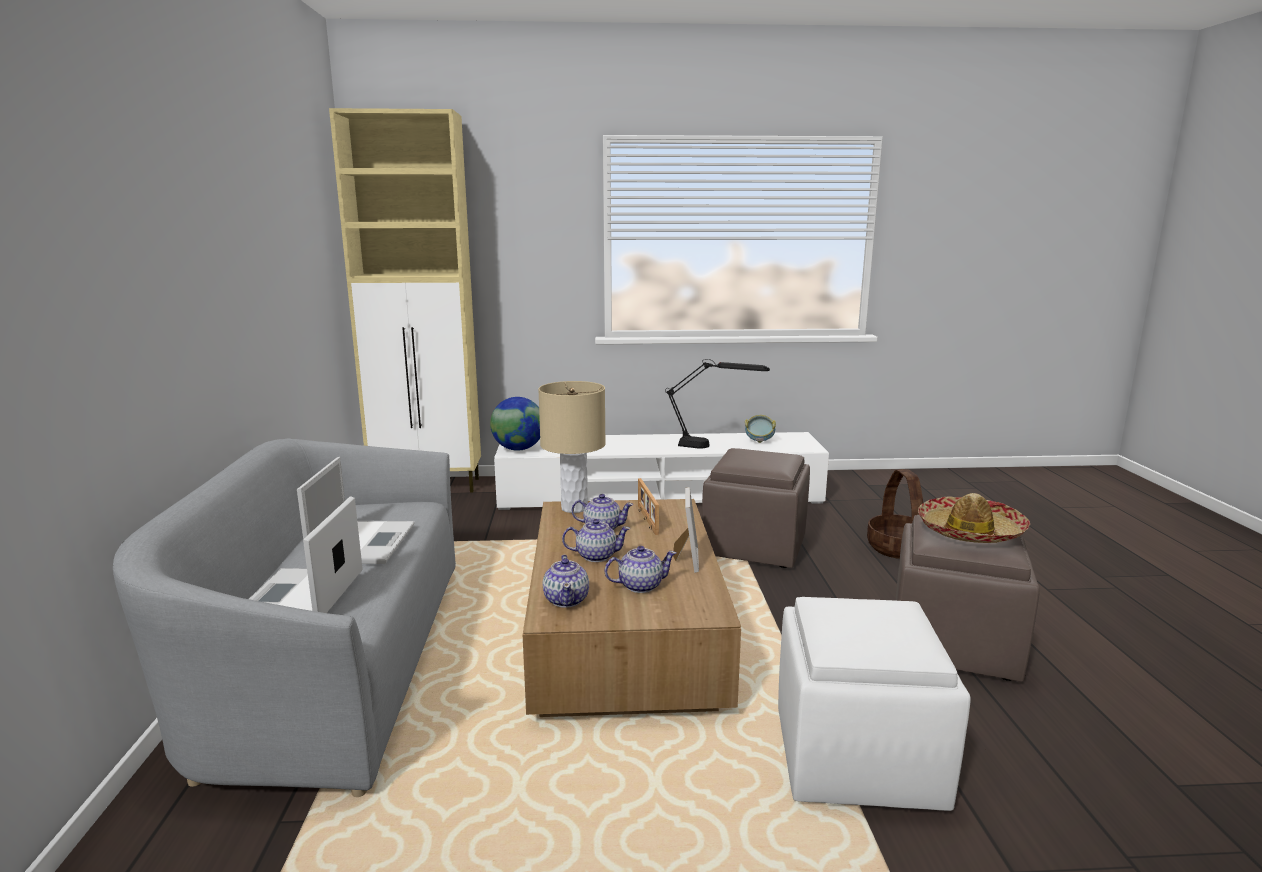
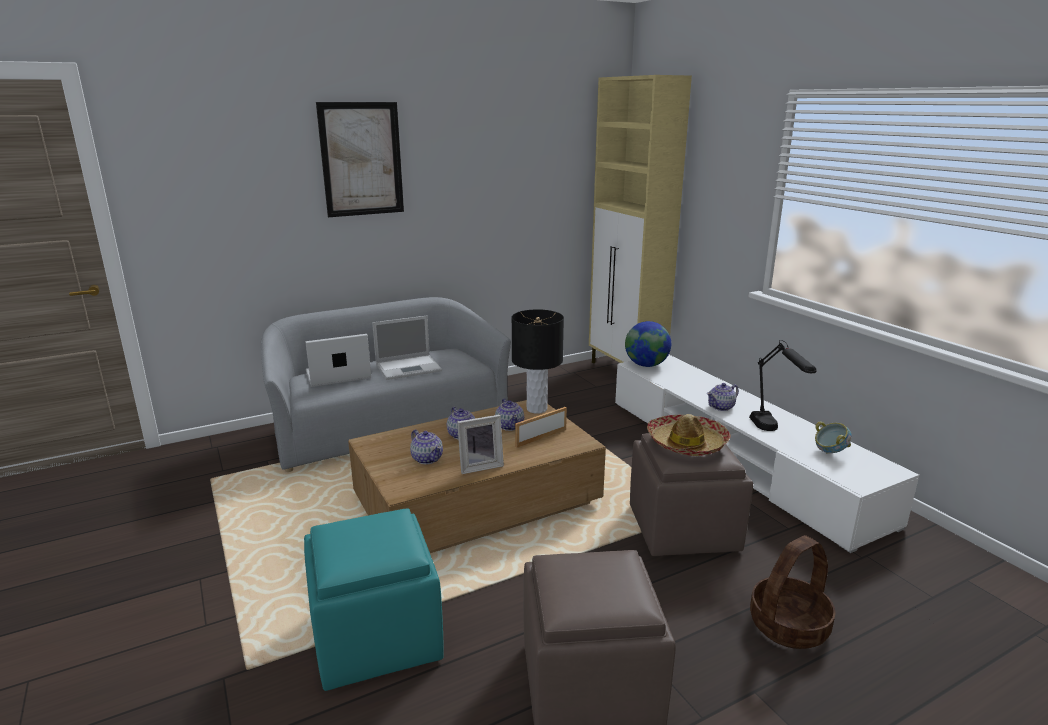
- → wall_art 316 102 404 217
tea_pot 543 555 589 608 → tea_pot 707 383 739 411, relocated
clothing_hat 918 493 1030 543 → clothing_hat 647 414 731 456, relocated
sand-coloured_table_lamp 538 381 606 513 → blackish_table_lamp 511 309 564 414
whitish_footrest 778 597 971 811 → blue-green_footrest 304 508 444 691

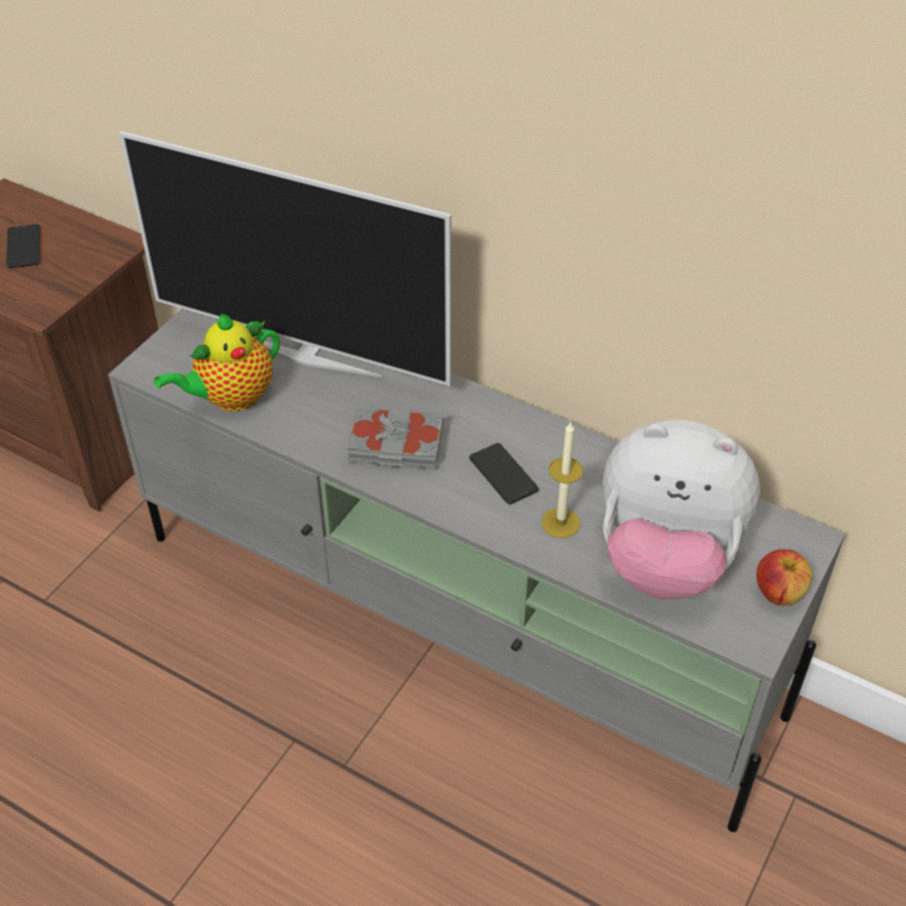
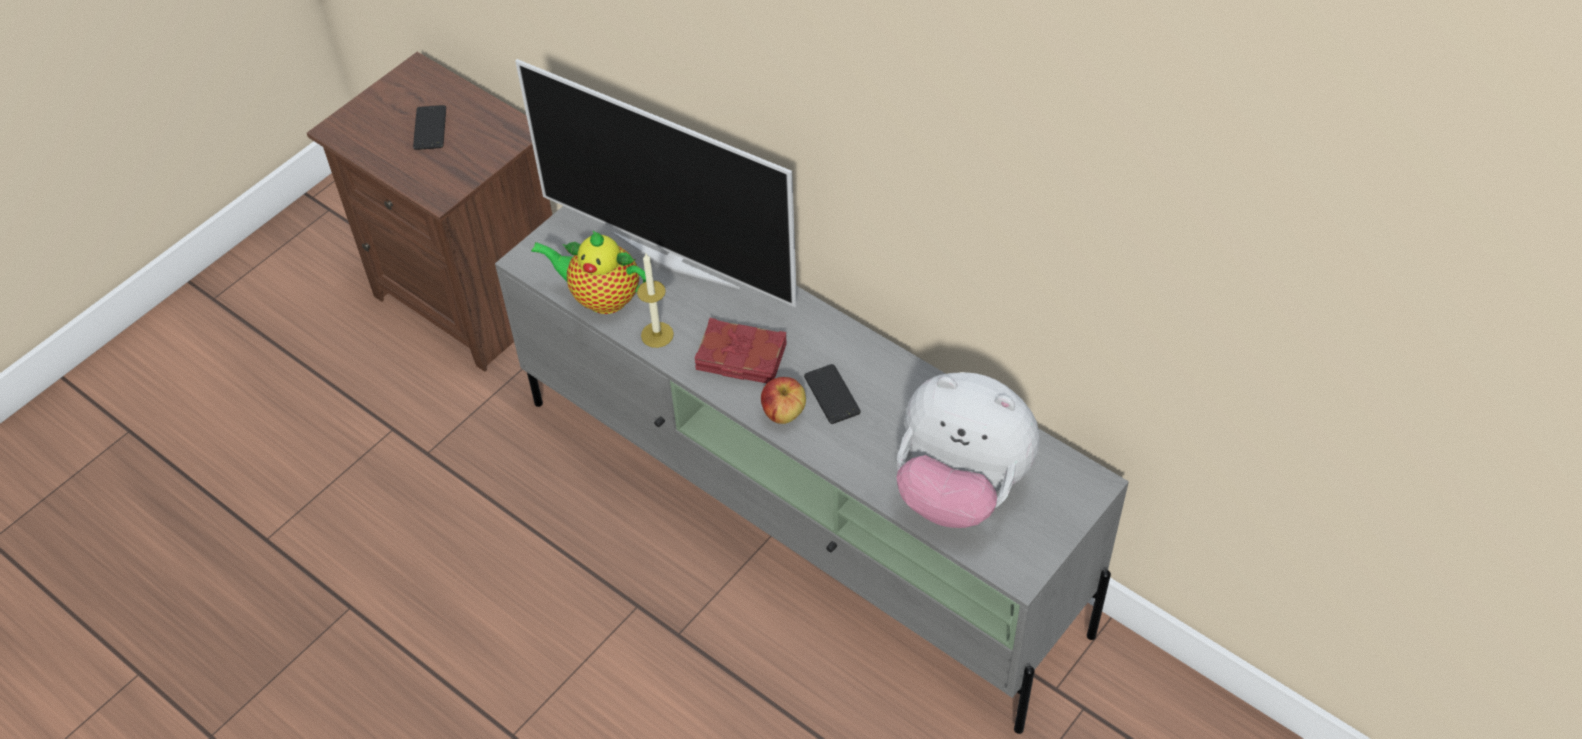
wax_light 542 421 583 538 → wax_light 637 253 674 348, relocated
apple_fruit 756 549 813 606 → apple_fruit 761 377 806 424, relocated
greyish_volume 347 406 444 470 → red-coloured_volume 694 318 787 383
tea_pot 154 314 280 412 → tea_pot 531 231 646 314, 45 degrees clockwise

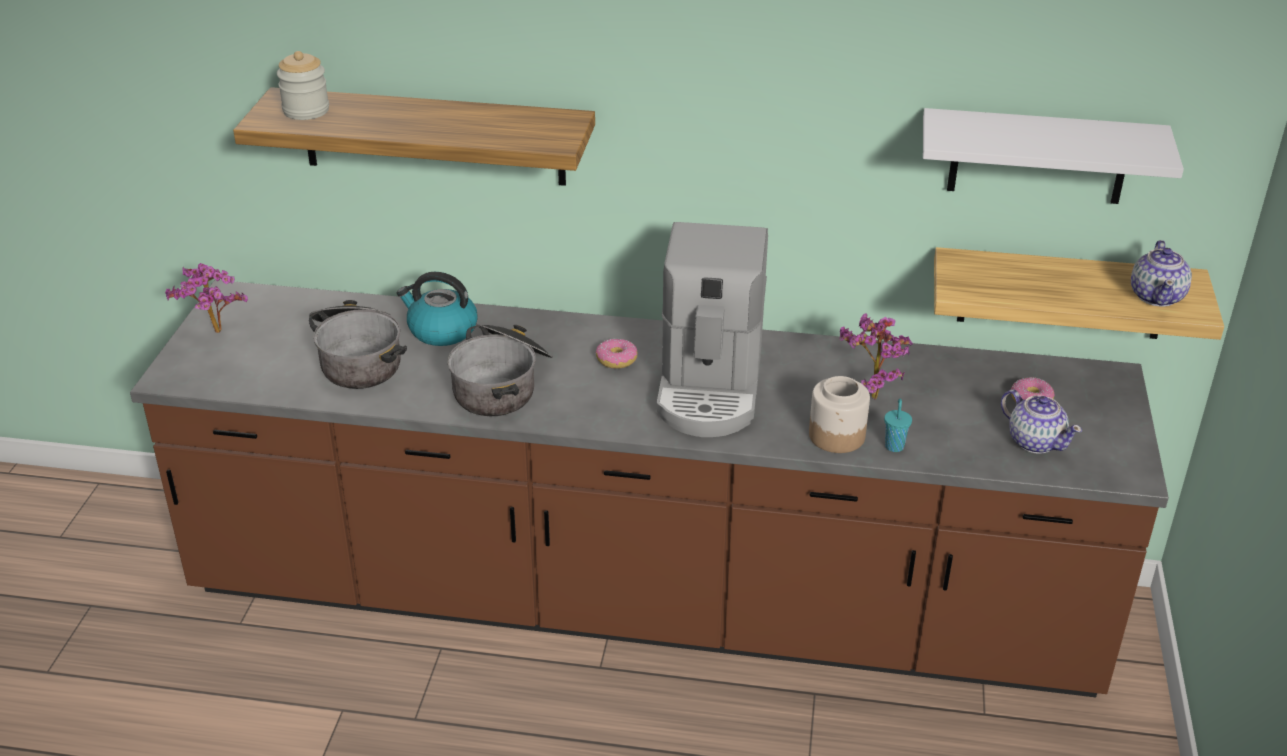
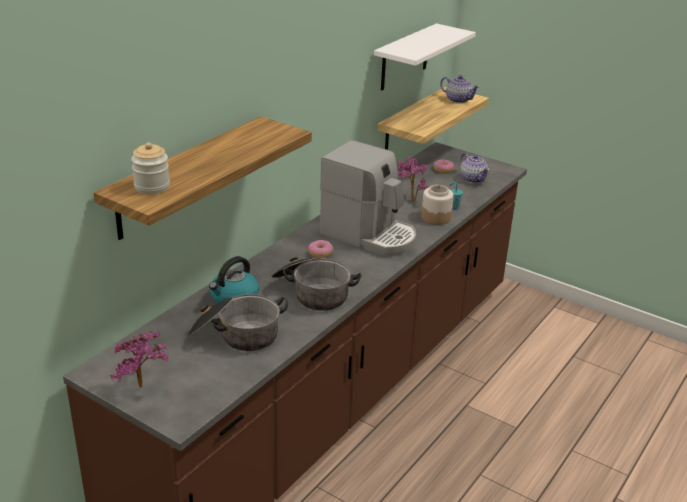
tea_pot 1001 389 1082 454 → tea_pot 460 153 490 183, 75 degrees clockwise

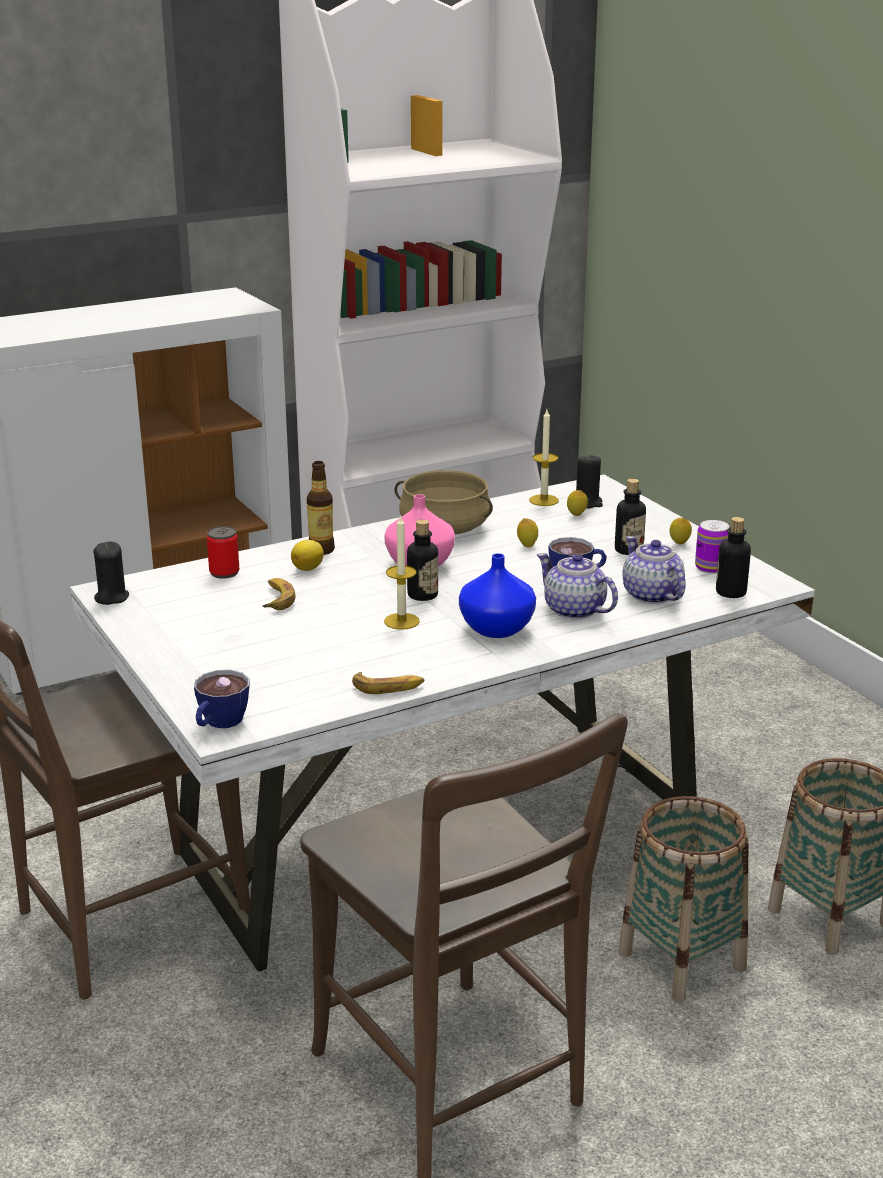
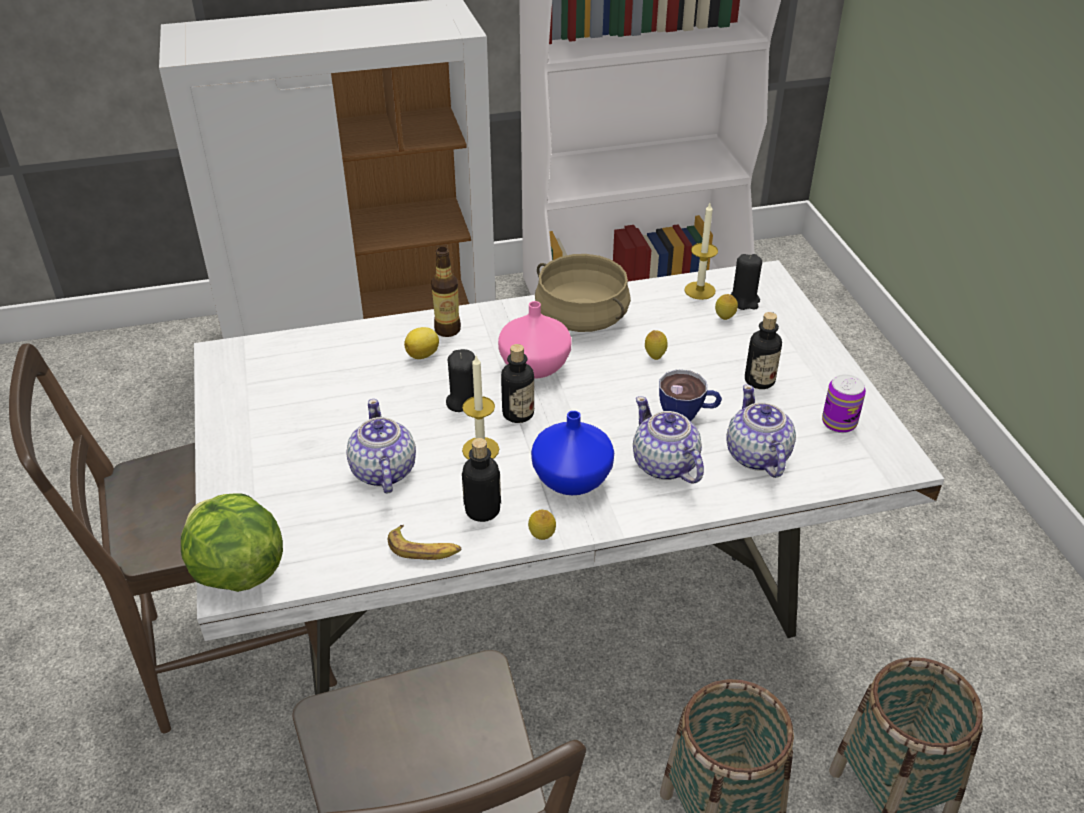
sealed_can 207 526 239 579 → -
banana 262 578 295 610 → -
- → tea_pot 346 399 416 494
blackish_wax_light 93 542 129 605 → blackish_wax_light 446 349 475 412, relocated
whole_lemon 670 518 692 544 → whole_lemon 528 510 556 540, relocated
drink_bottle 716 517 751 598 → drink_bottle 462 438 501 522, relocated
drinking_cup 194 670 250 728 → lettuce 181 493 283 592

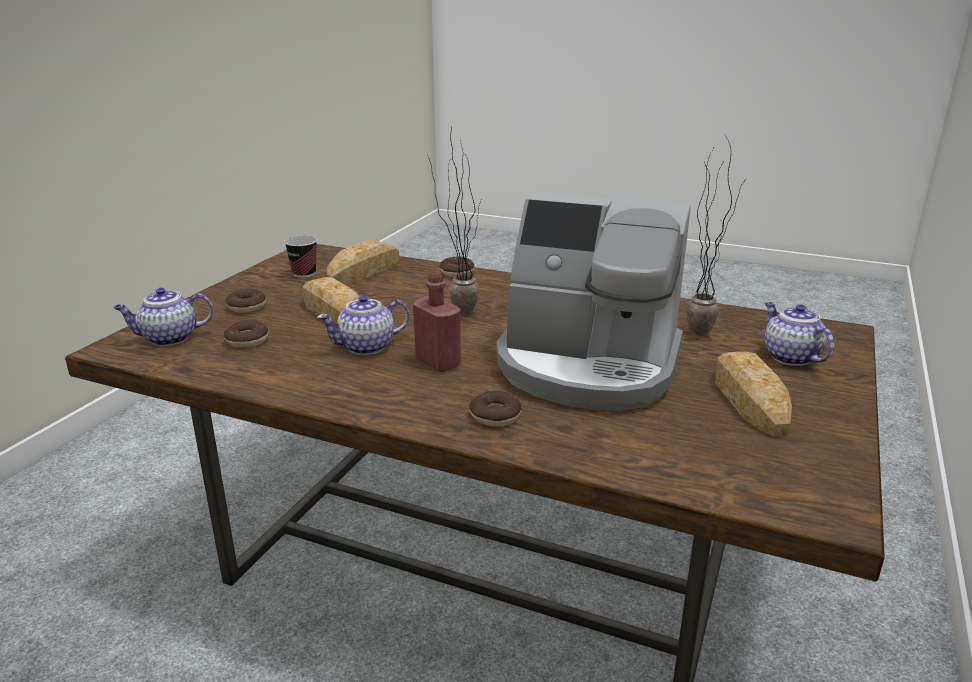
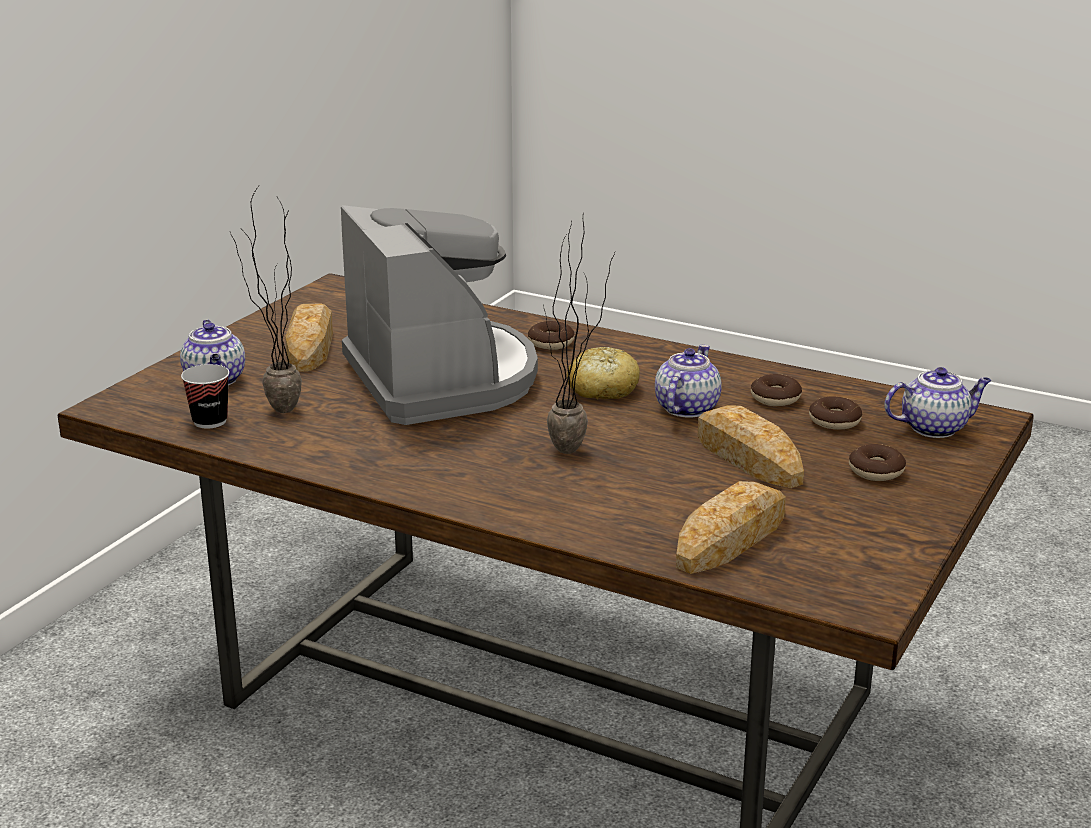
drinking_cup 284 236 317 278 → drinking_cup 181 364 230 429, relocated
donut 439 257 474 277 → donut 751 374 802 406, relocated
red-coloured_drink_bottle 413 271 461 372 → bakery_bread 567 347 640 400
tea_pot 317 295 409 355 → tea_pot 655 345 722 417, 45 degrees counterclockwise
coffee_brewer 496 193 691 411 → coffee_brewer 341 205 538 425, 45 degrees clockwise

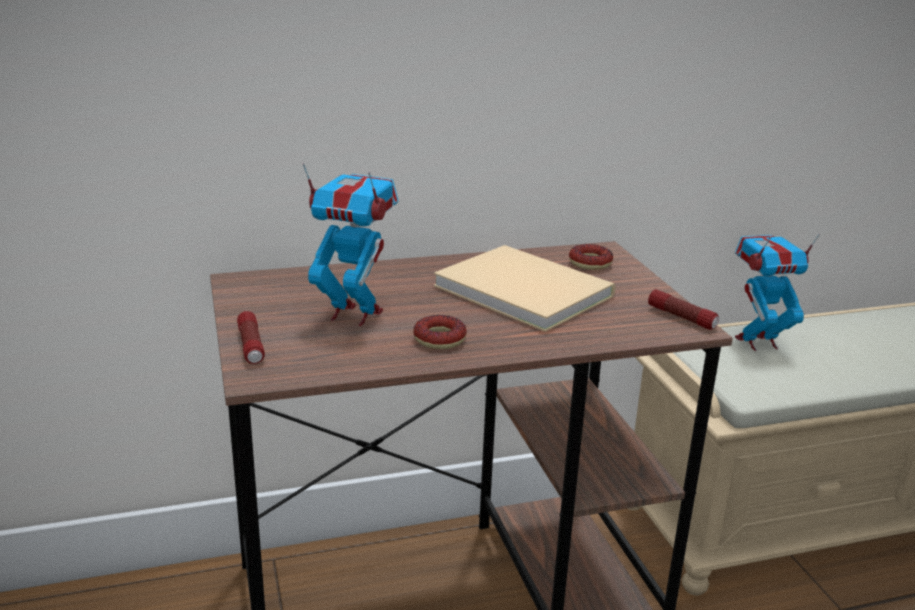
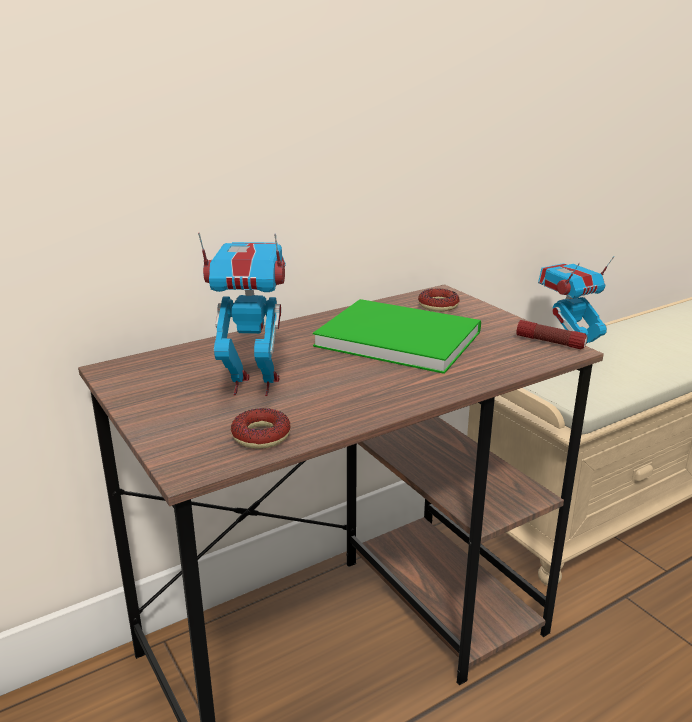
hand_torch 237 311 265 364 → -
donut 413 315 467 349 → donut 231 408 291 449, relocated
sand-coloured_volume 434 245 616 332 → green-coloured_volume 313 299 481 374

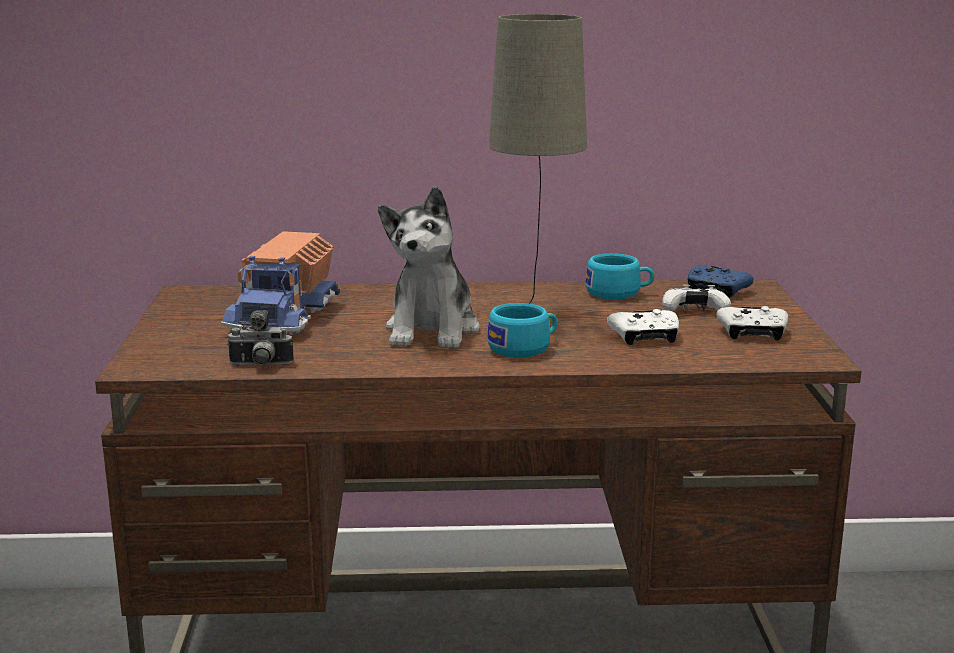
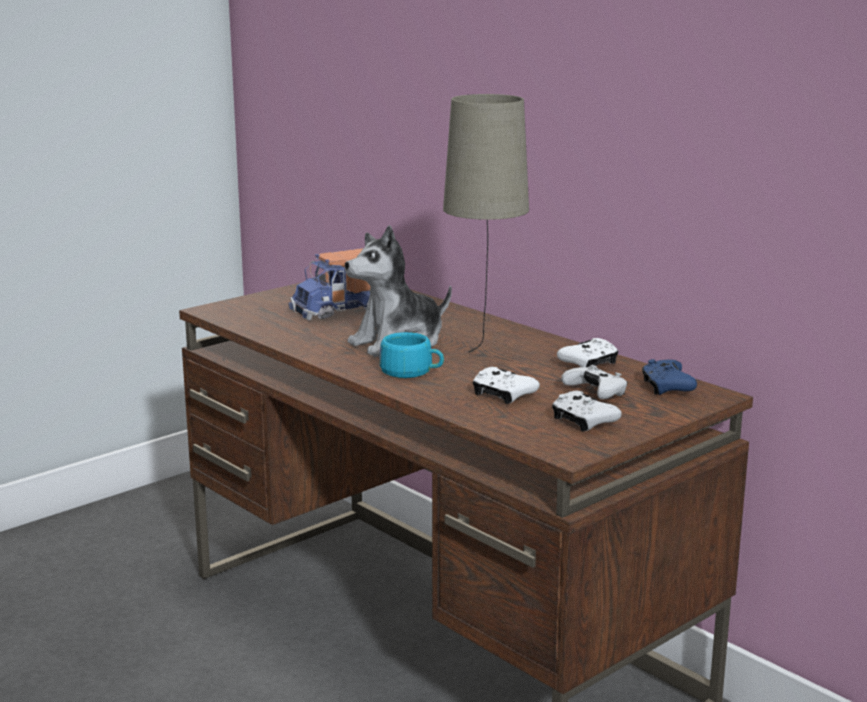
photo_camera 227 310 294 366 → -
blue-green_drinking_cup 586 253 655 300 → whitish_joypad 557 338 619 367

